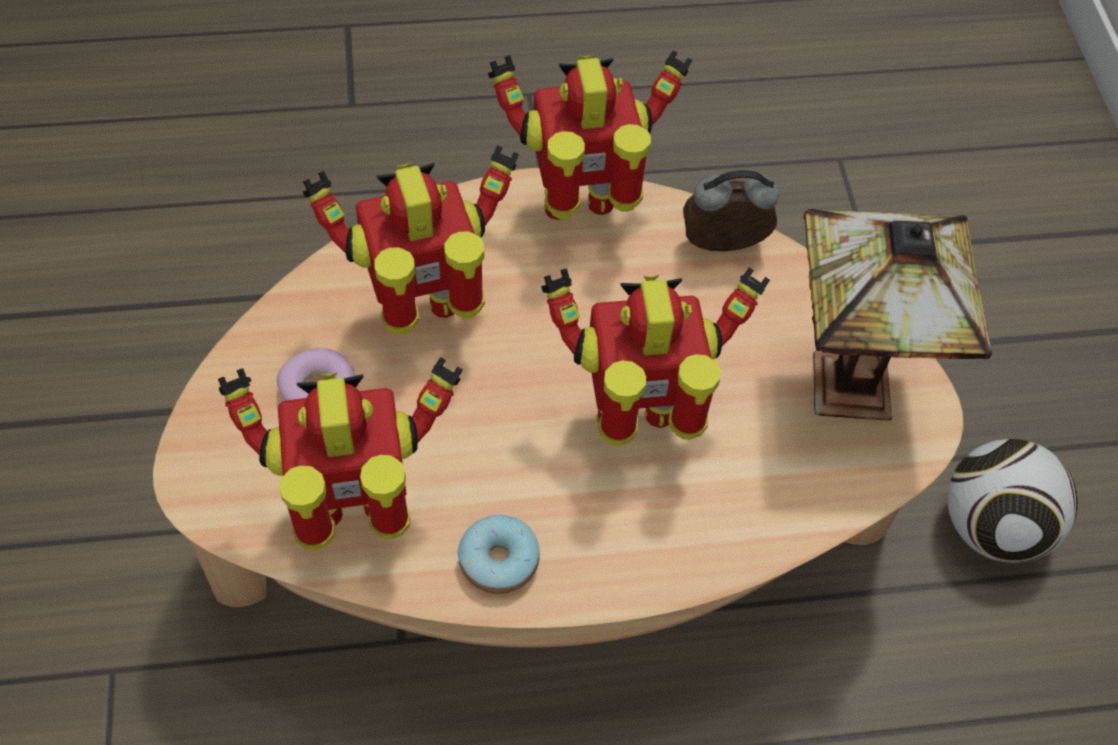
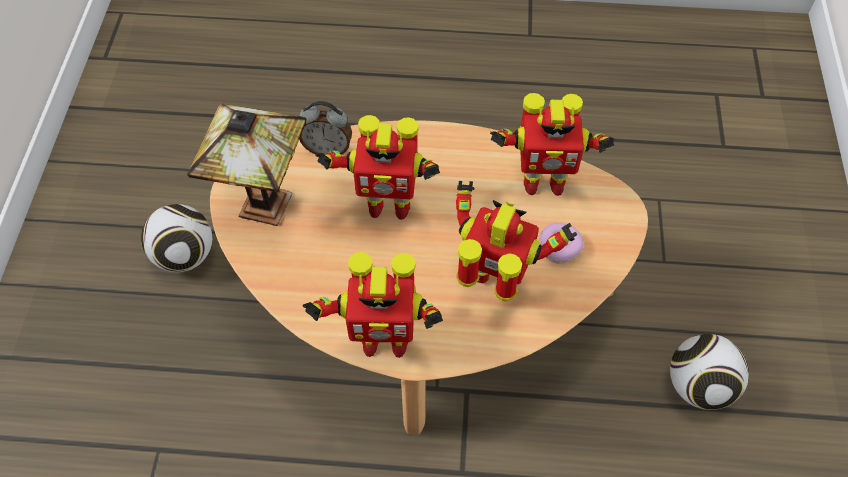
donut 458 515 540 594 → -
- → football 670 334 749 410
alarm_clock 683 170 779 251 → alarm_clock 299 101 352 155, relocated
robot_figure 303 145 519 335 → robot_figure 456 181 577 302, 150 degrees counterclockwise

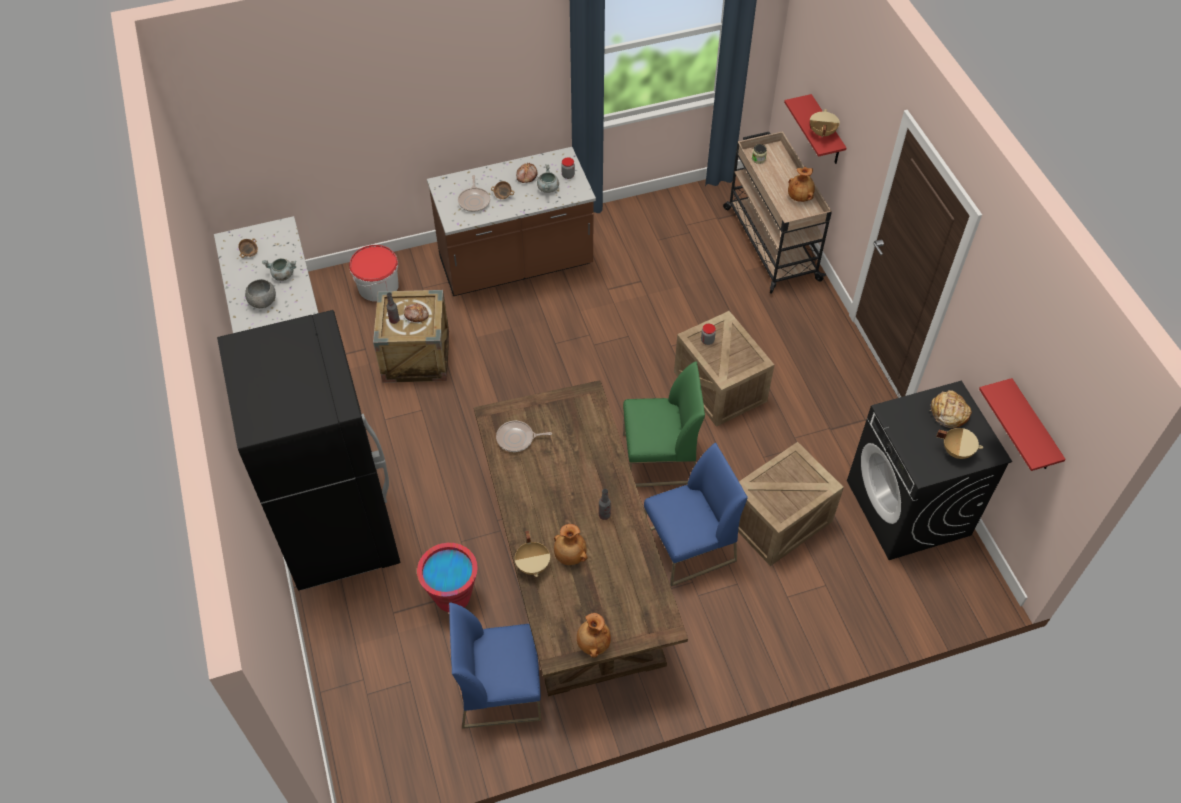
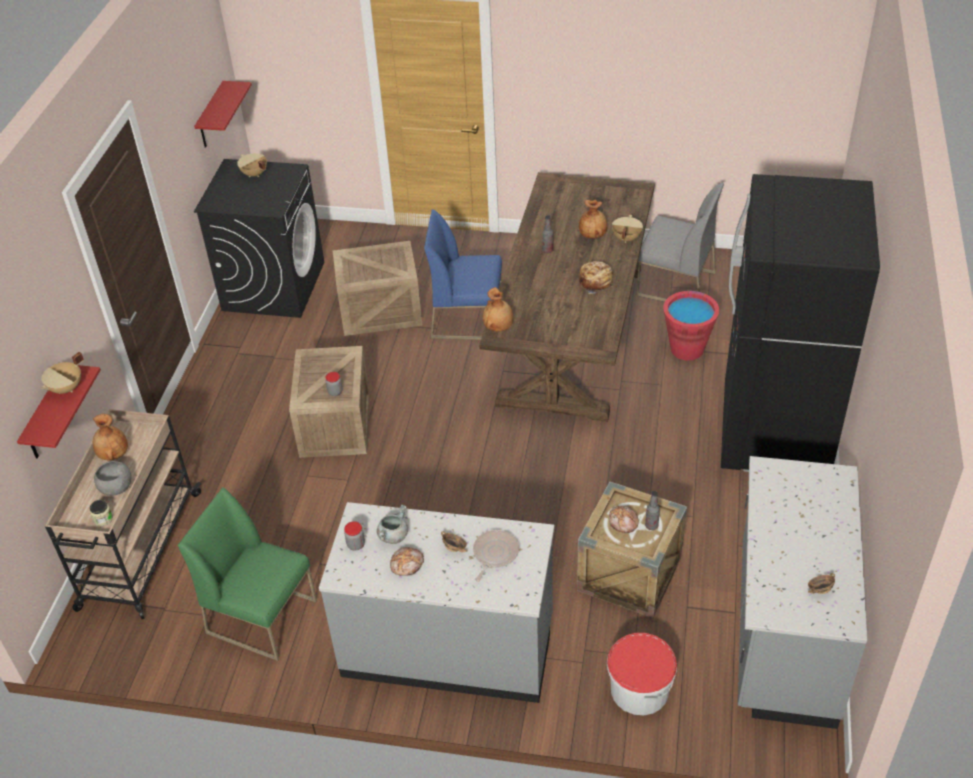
greyish_cooking_pot 262 258 296 281 → -
skillet 496 421 552 452 → -
greyish_serving_bowl 245 279 276 308 → greyish_serving_bowl 94 461 132 496, relocated
brownish_flower_vase 577 613 611 658 → brownish_flower_vase 483 287 513 331, relocated
green-coloured_upright_chair 623 361 705 487 → green-coloured_upright_chair 178 487 317 661, relocated
bakery_bread 929 390 972 428 → bakery_bread 579 261 613 294, relocated
brownish_counter 427 147 596 296 → greyish_counter 319 502 554 703
bluish_upright_chair 449 603 541 729 → greyish_upright_chair 636 183 724 302

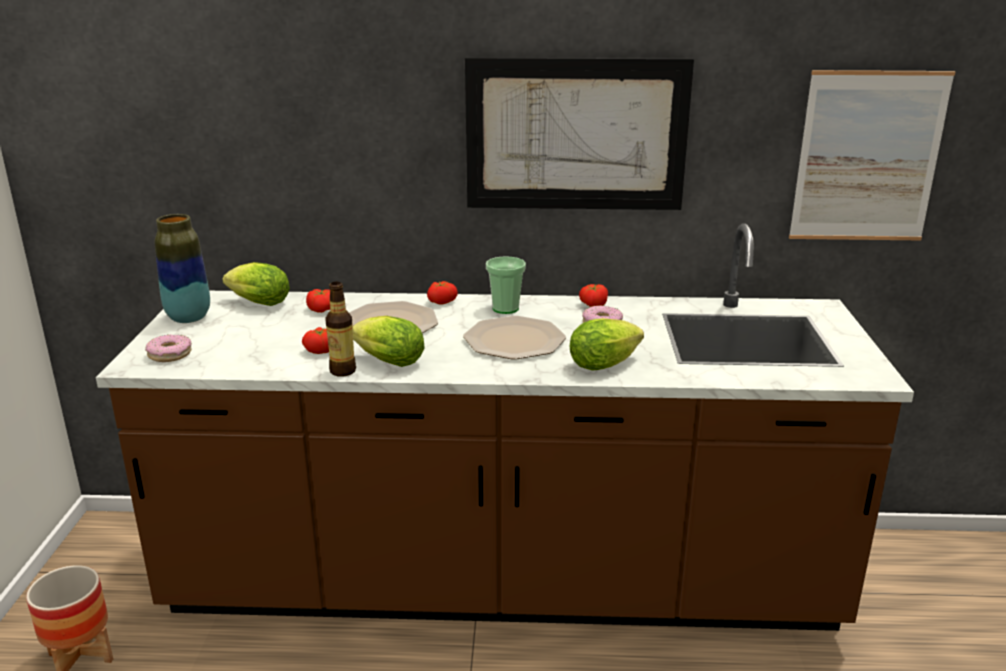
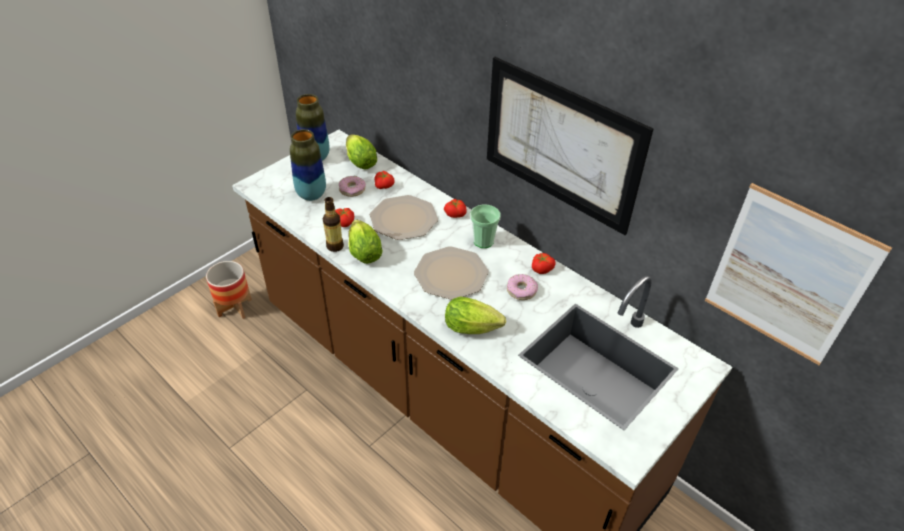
- → flower_vase 290 129 326 201
donut 145 335 192 362 → donut 339 176 366 197, relocated

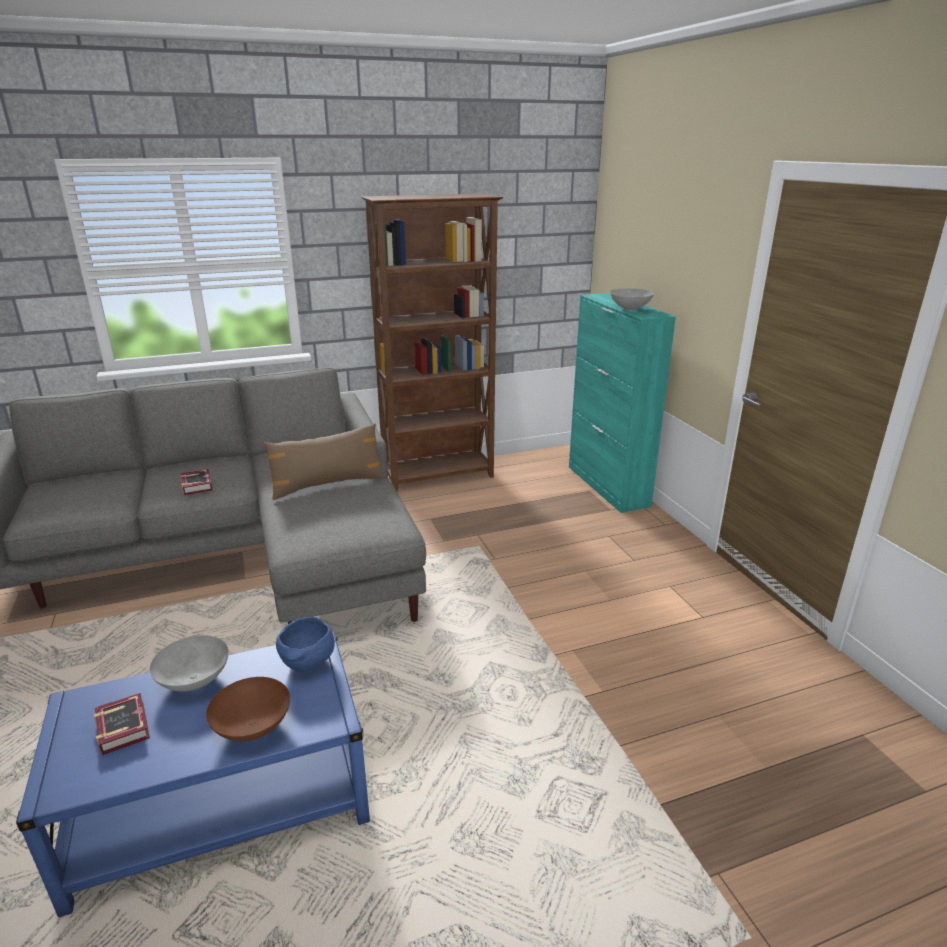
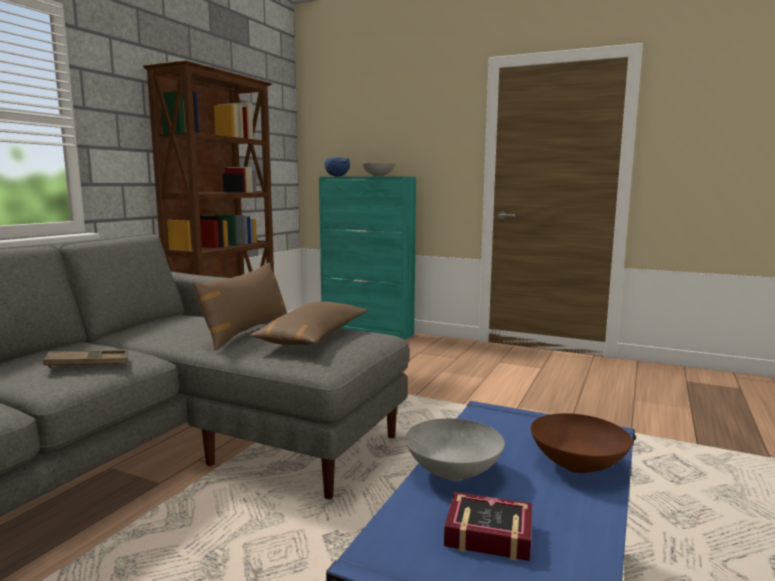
- → brownish_cushion 250 301 368 345
bluish_serving_bowl 276 617 335 672 → bluish_serving_bowl 325 157 350 176, relocated
volume 180 469 213 495 → brownish_carrying_tray 43 350 128 368

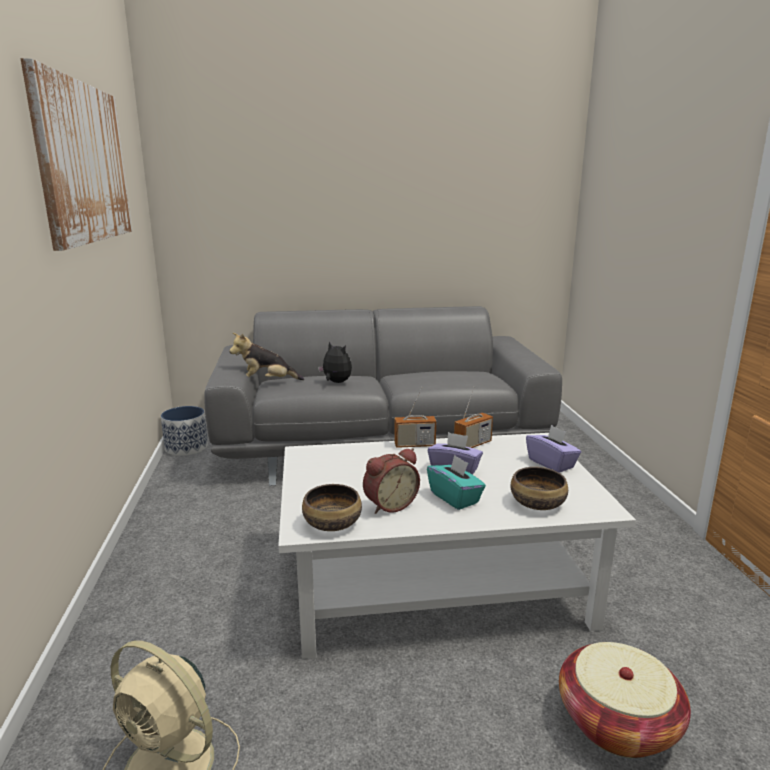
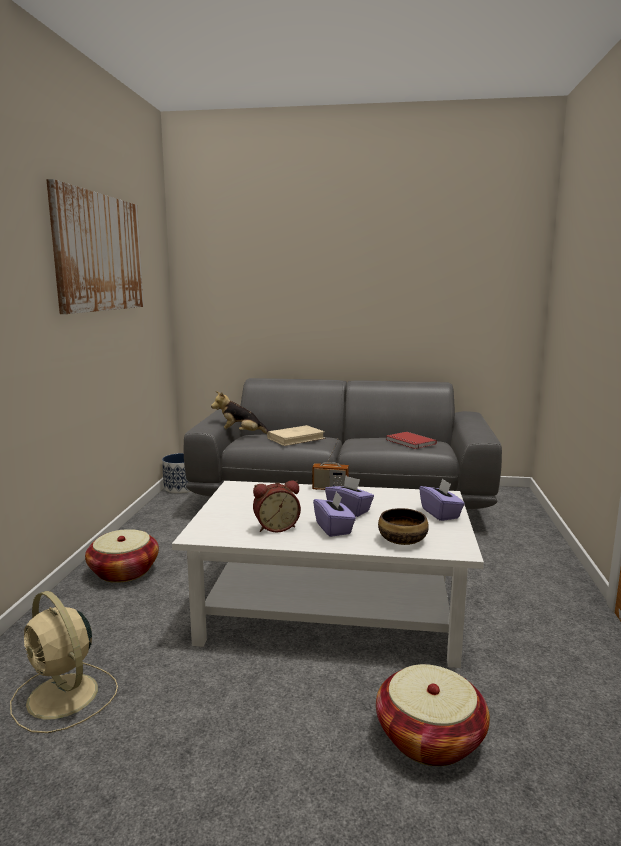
serving_bowl 302 484 362 531 → -
radio_set 454 386 493 448 → -
- → basket 85 529 159 583
- → red-coloured_volume 386 432 437 449
soft_toy 318 341 352 383 → sand-coloured_volume 267 425 326 446
blue-green_box_of_tissues 427 454 486 510 → purple_box_of_tissues 313 491 356 537

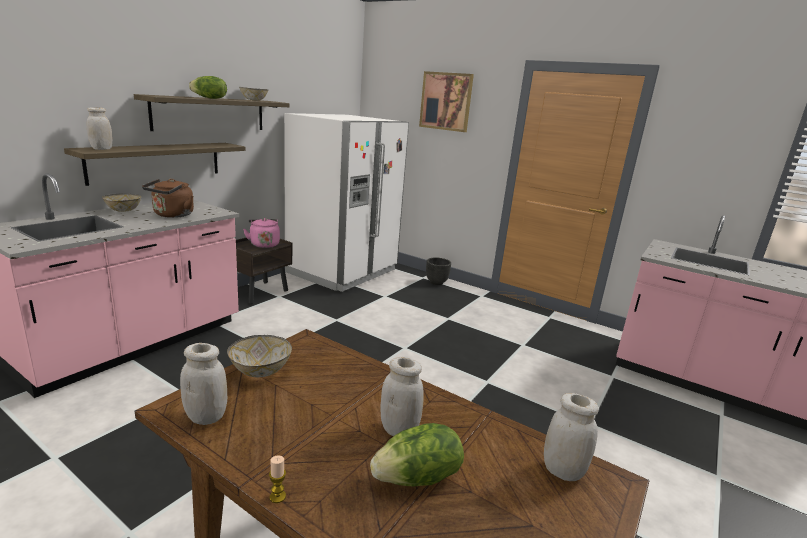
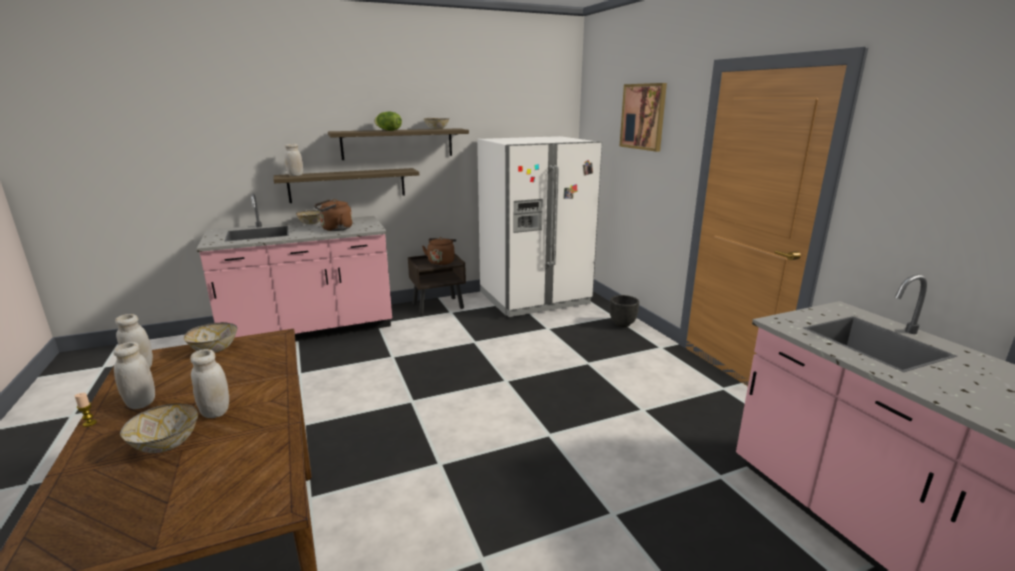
whitish_jar 544 393 599 481 → whitish_jar 113 342 155 409, relocated
lettuce 370 423 464 486 → serving_bowl 120 404 198 453
pink-coloured_kettle 243 218 280 248 → brownish_kettle 422 237 456 265

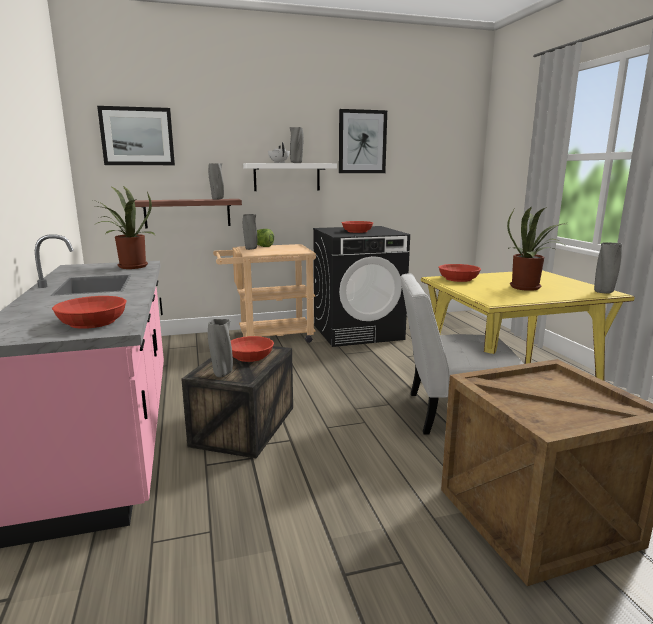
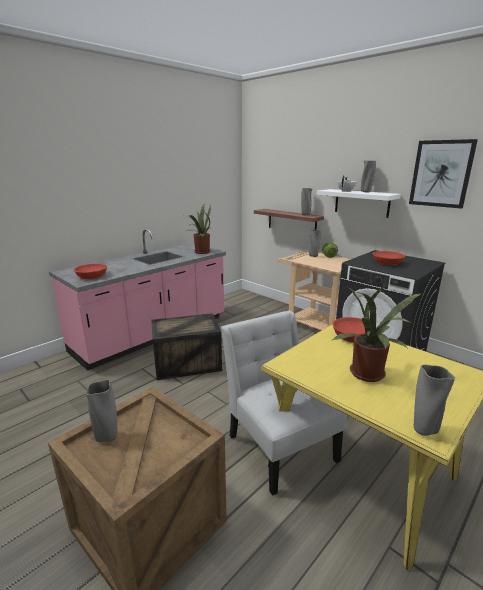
wall_art 97 106 175 165 → -
red-coloured_serving_bowl 231 336 274 362 → -
greyish_flower_vase 208 319 233 377 → greyish_flower_vase 86 380 118 442, relocated

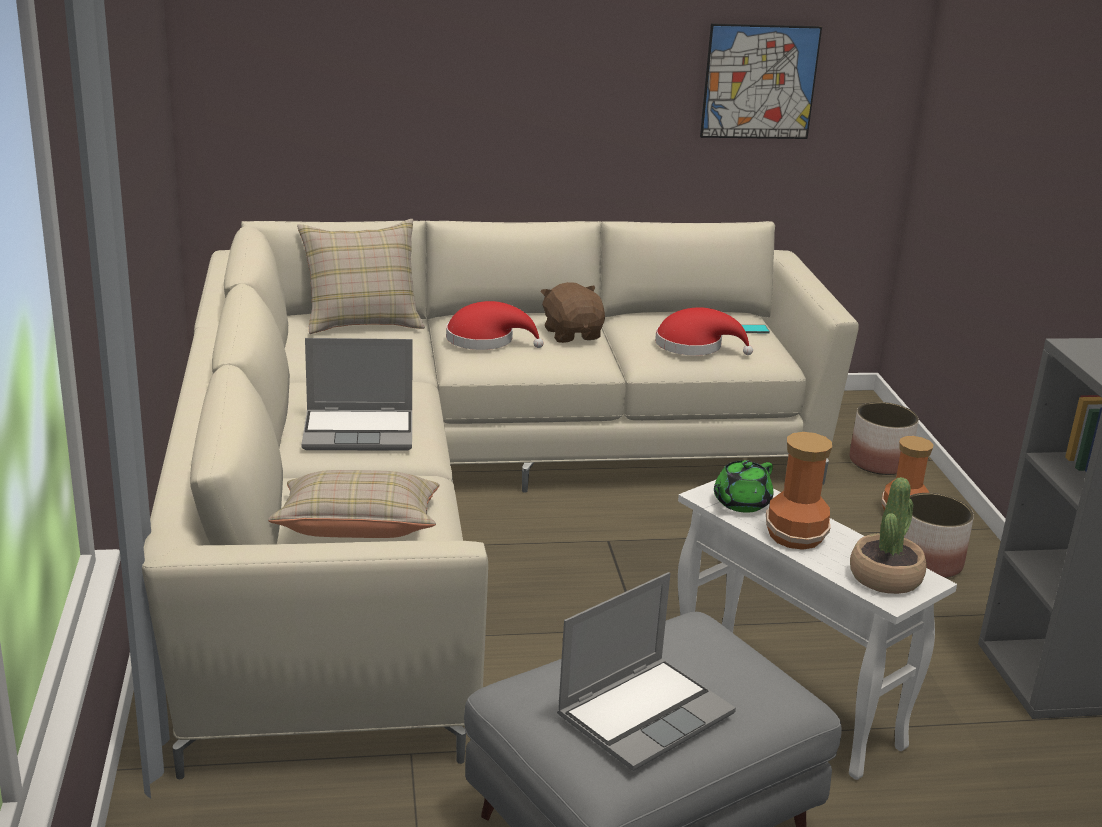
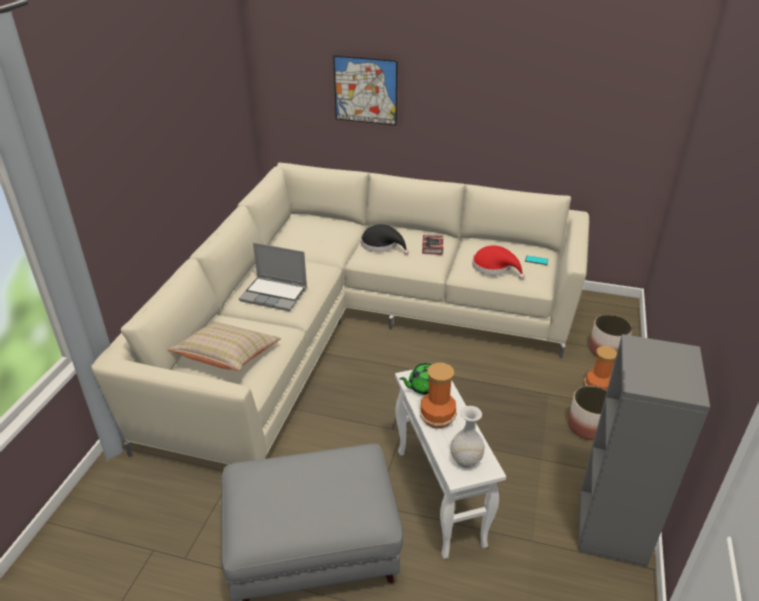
sand-coloured_cushion 297 219 425 334 → -
portable_computer 557 572 736 771 → -
wall_art 700 23 822 139 → wall_art 333 55 398 125, relocated
brownish_soft_toy 540 282 605 343 → volume 422 235 444 255
plant_in_a_pot 850 477 926 594 → whitish_flower_vase 450 406 485 468
red-coloured_clothing_hat 446 301 544 350 → blackish_clothing_hat 361 224 409 255

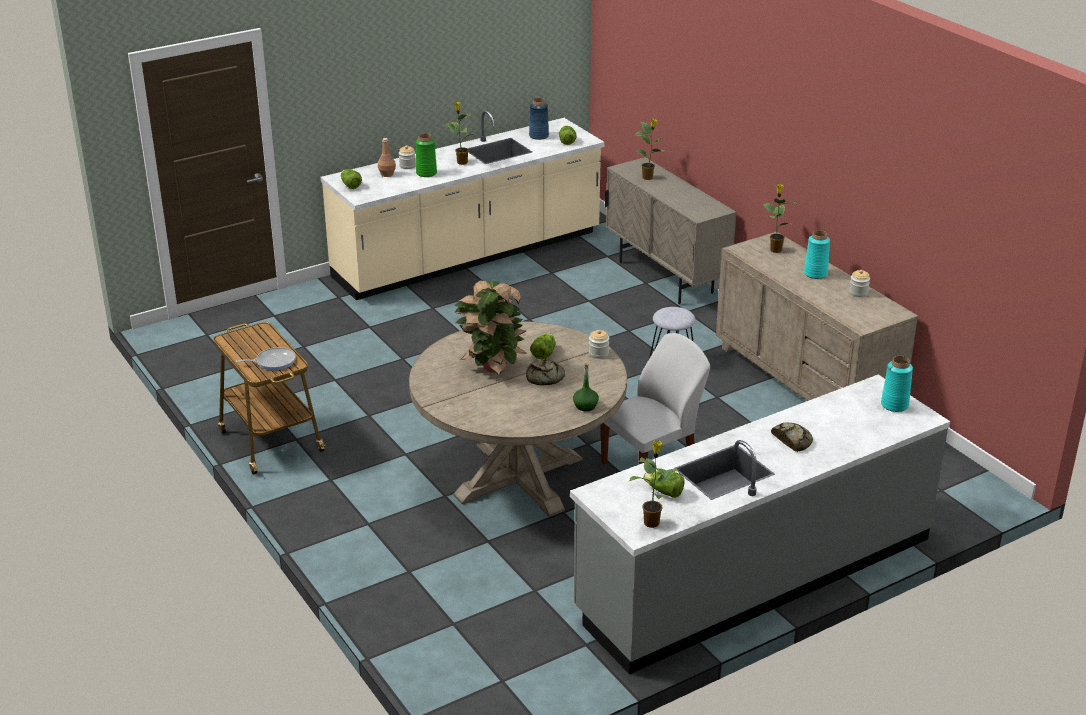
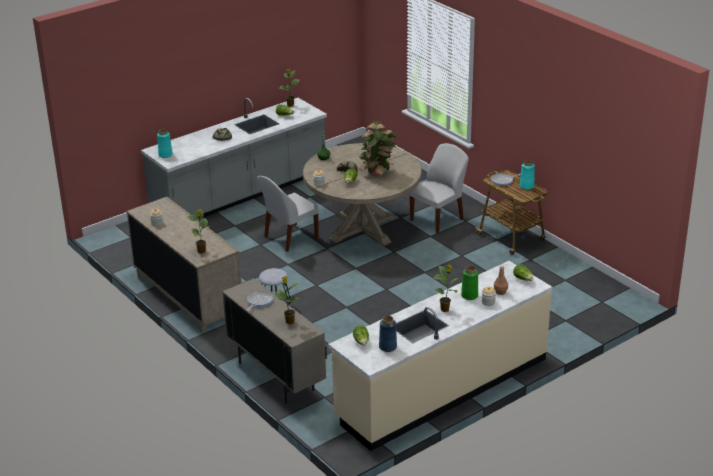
- → skillet 246 291 273 311
- → whitish_upright_chair 409 143 469 233
blue-green_flower_vase 804 230 830 279 → blue-green_flower_vase 520 160 535 190, relocated

